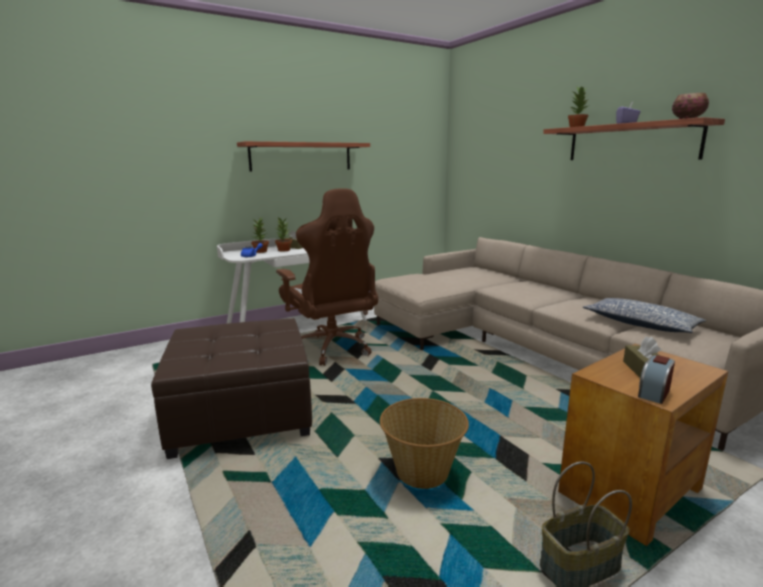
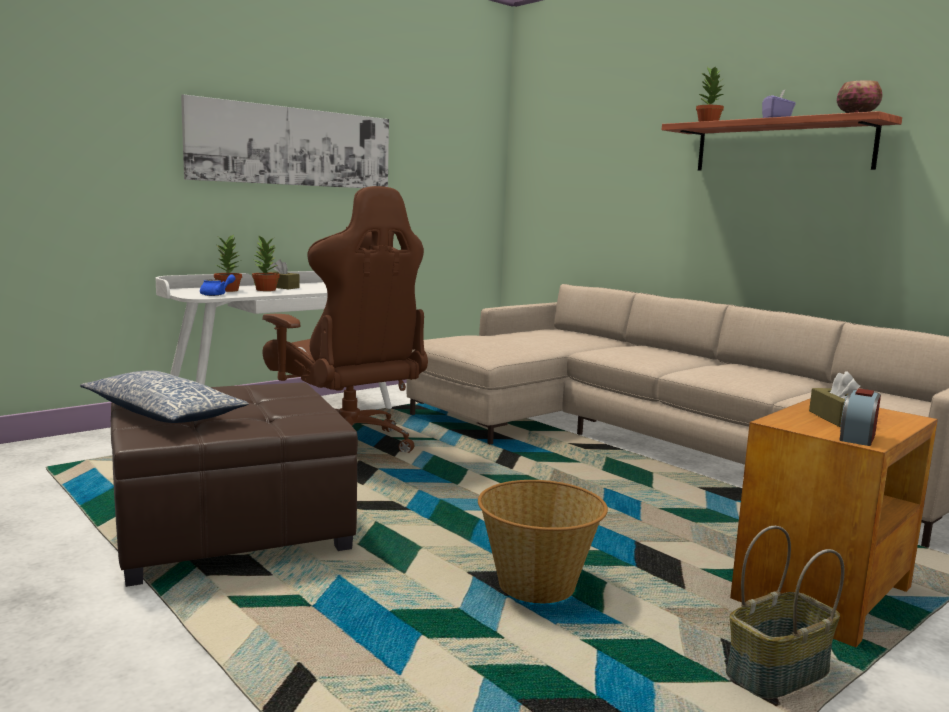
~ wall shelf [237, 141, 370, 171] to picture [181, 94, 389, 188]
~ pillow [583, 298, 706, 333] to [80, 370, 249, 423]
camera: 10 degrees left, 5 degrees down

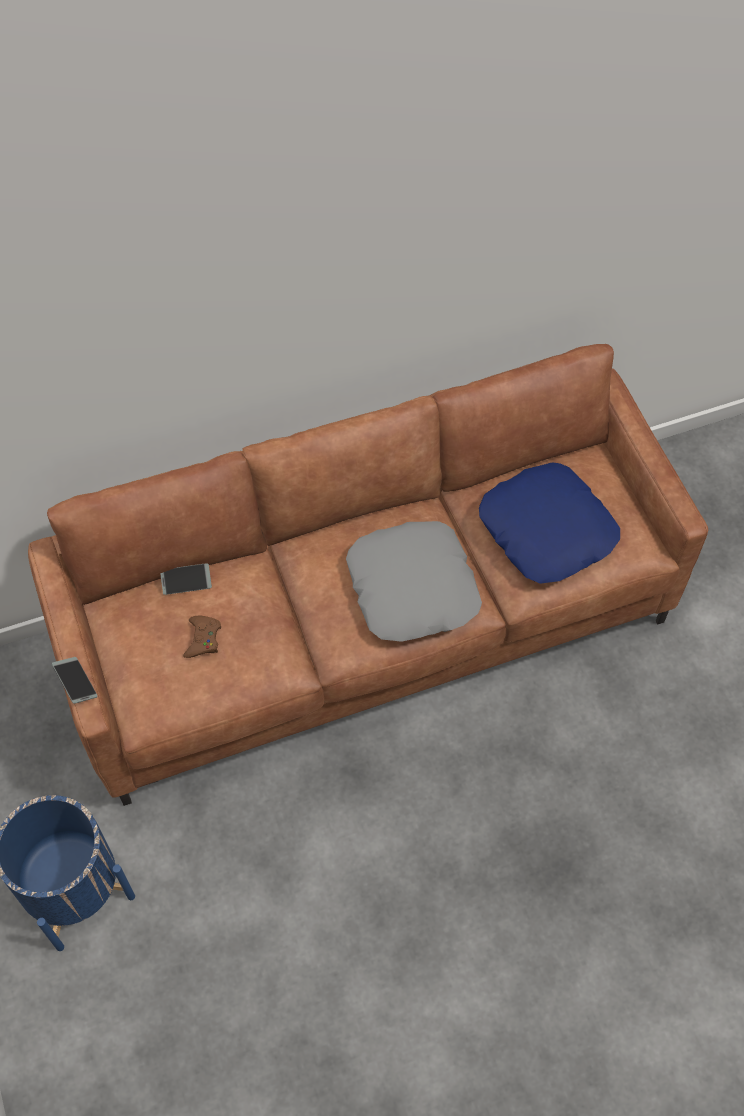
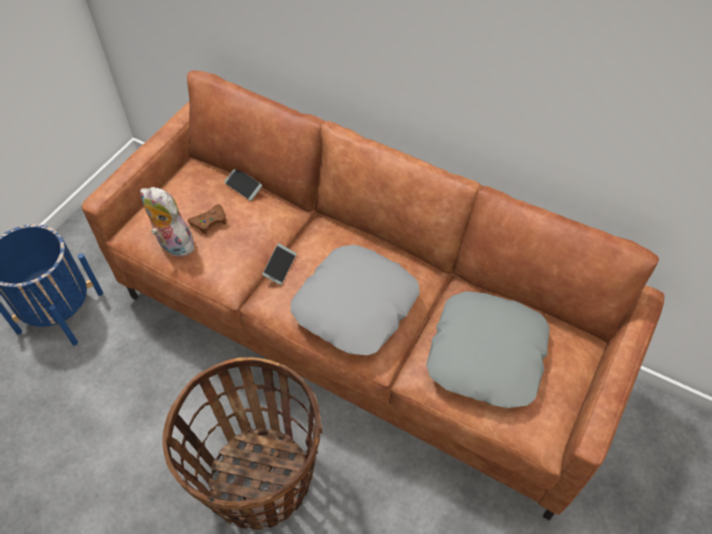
~ handset [52, 657, 97, 704] to [262, 243, 296, 285]
~ bluish pillow [479, 462, 620, 584] to gray pillow [426, 291, 550, 408]
+ plush toy [140, 187, 196, 257]
+ storage basket [162, 357, 322, 530]
camera: 50 degrees right, 5 degrees down

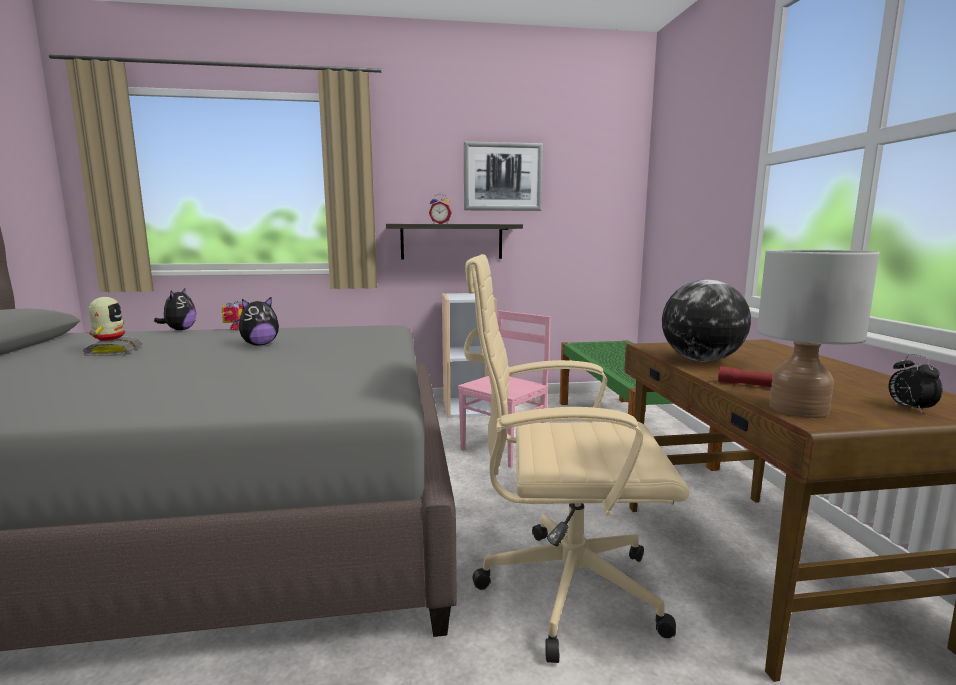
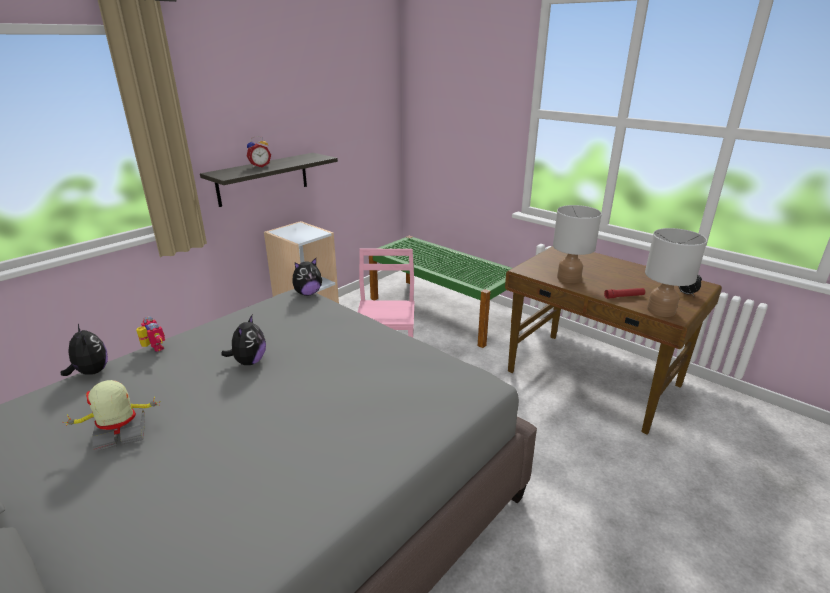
~ robot figure [83, 297, 143, 356] = [62, 380, 160, 452] 60 degrees counterclockwise
- picture [464, 141, 543, 211]
- sand-coloured office chair [464, 254, 690, 663]
~ globe [662, 280, 751, 362] to gray lamp for a table [553, 205, 602, 283]
+ plush toy [292, 258, 322, 296]
camera: 40 degrees left, 15 degrees up

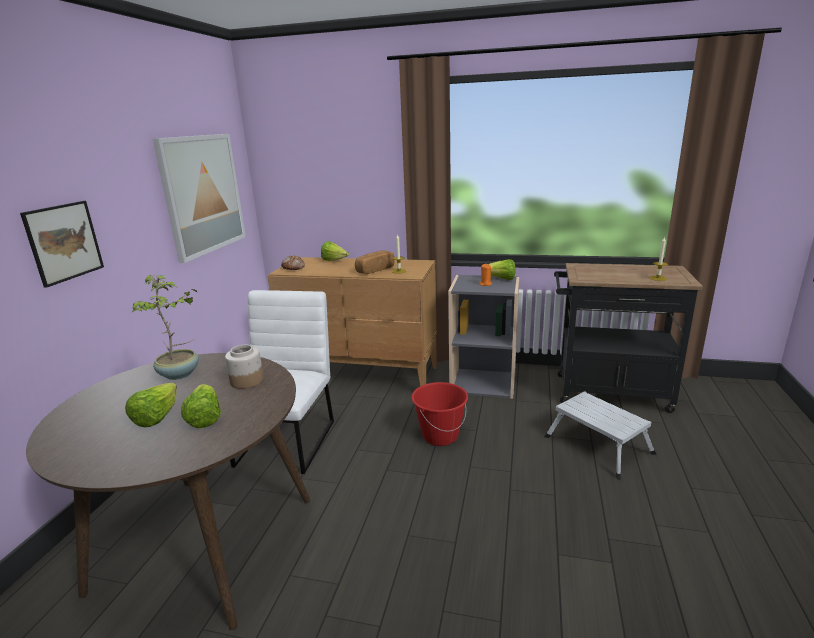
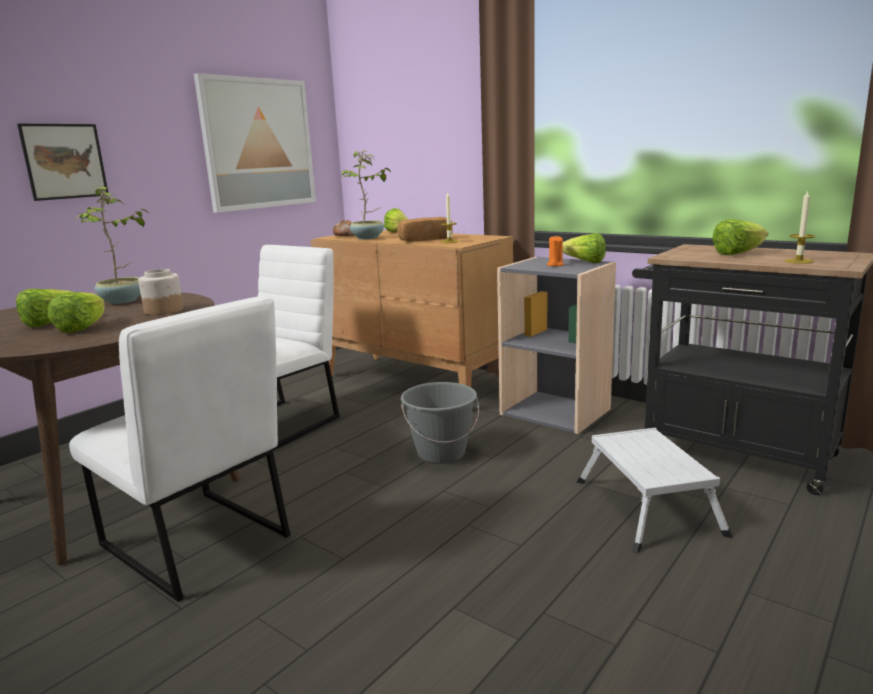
~ red-coloured pail [411, 382, 468, 446] to gray pail [401, 382, 479, 464]
+ white-coloured upright chair [69, 296, 290, 602]
+ plant in a pot [341, 150, 391, 239]
+ lettuce [712, 219, 768, 255]
camera: 25 degrees right, 5 degrees down

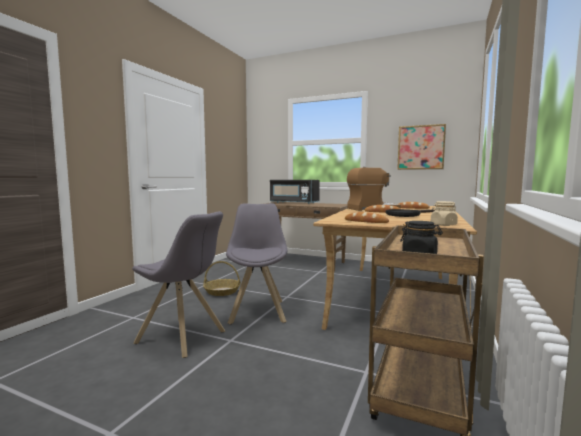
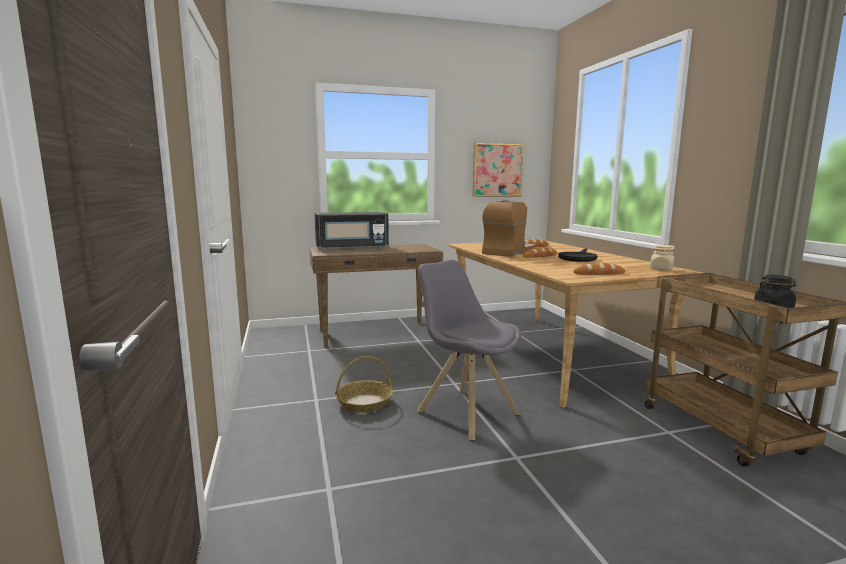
- gray upright chair [132, 211, 225, 358]
camera: 40 degrees left, 5 degrees up

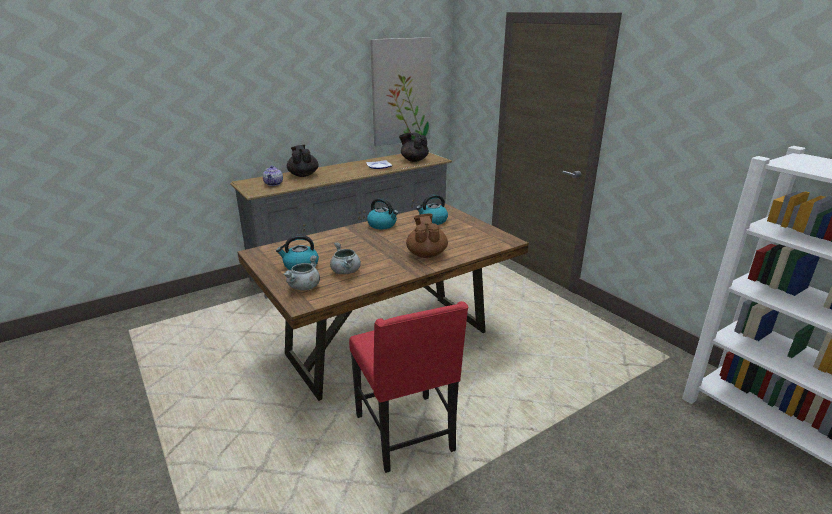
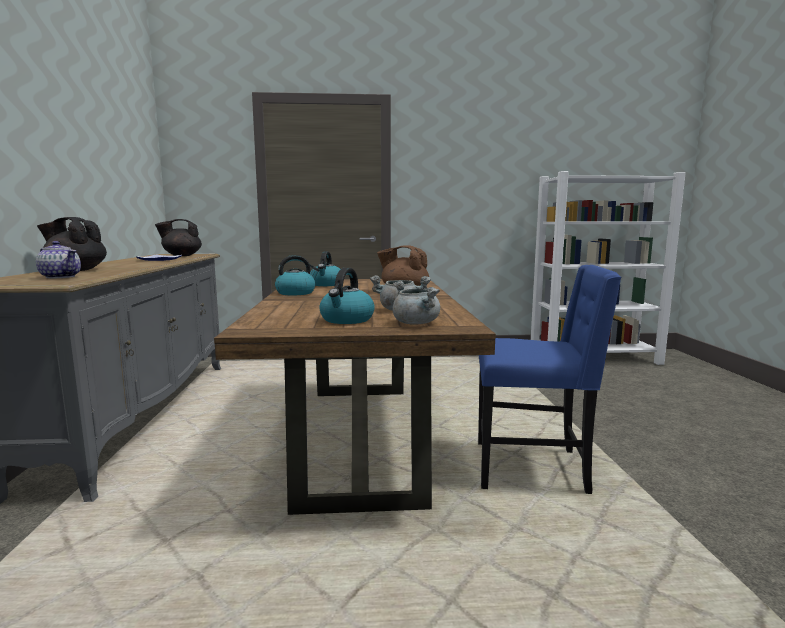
~ red-coloured upright chair [349, 301, 468, 473] to bluish upright chair [478, 265, 622, 494]
- picture [370, 37, 431, 147]
camera: 60 degrees left, 15 degrees down

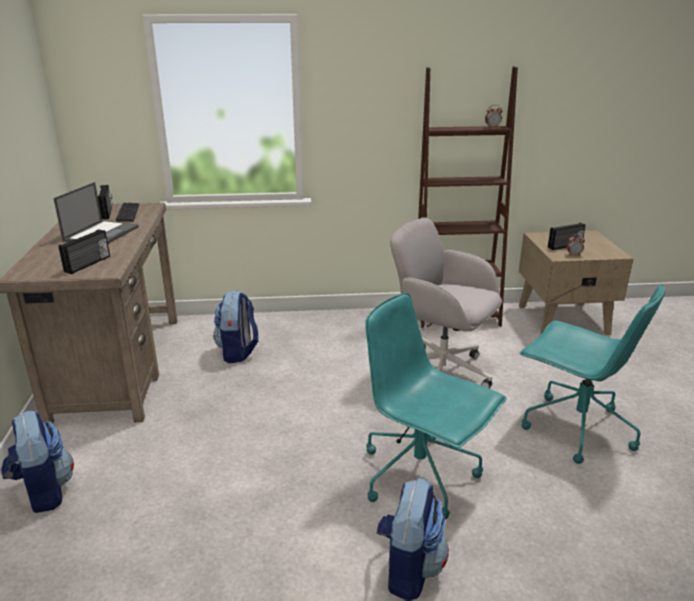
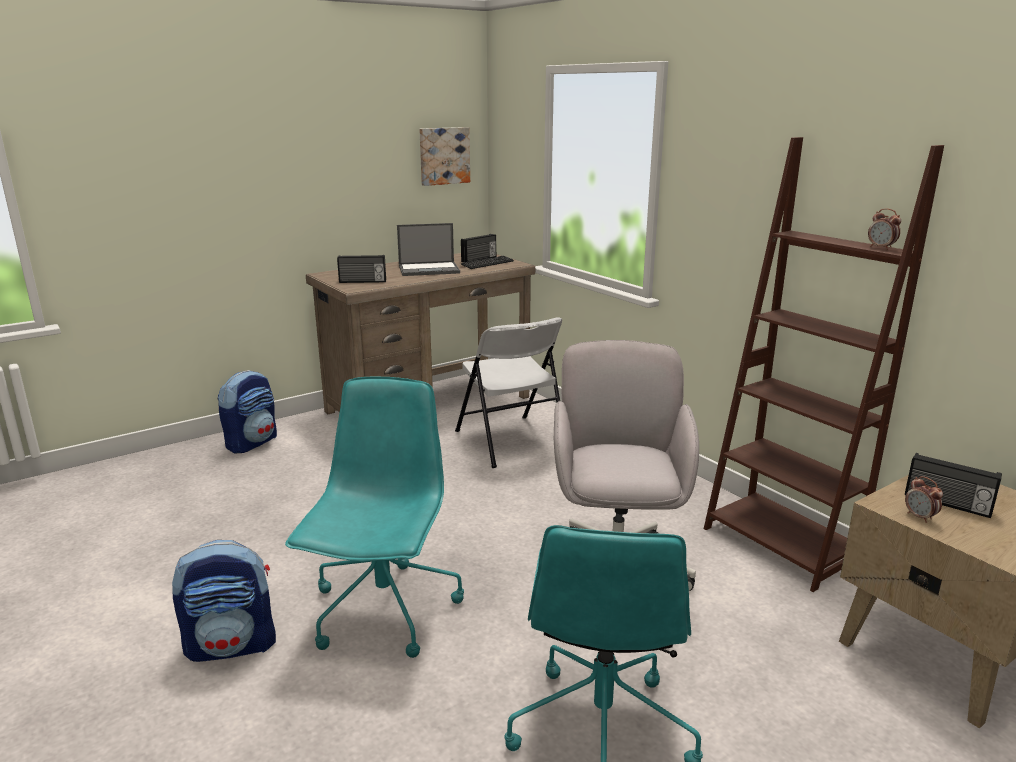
~ knapsack [213, 290, 258, 363] to white-coloured upright chair [455, 317, 562, 468]
+ picture [419, 127, 470, 186]
camera: 60 degrees right, 5 degrees down

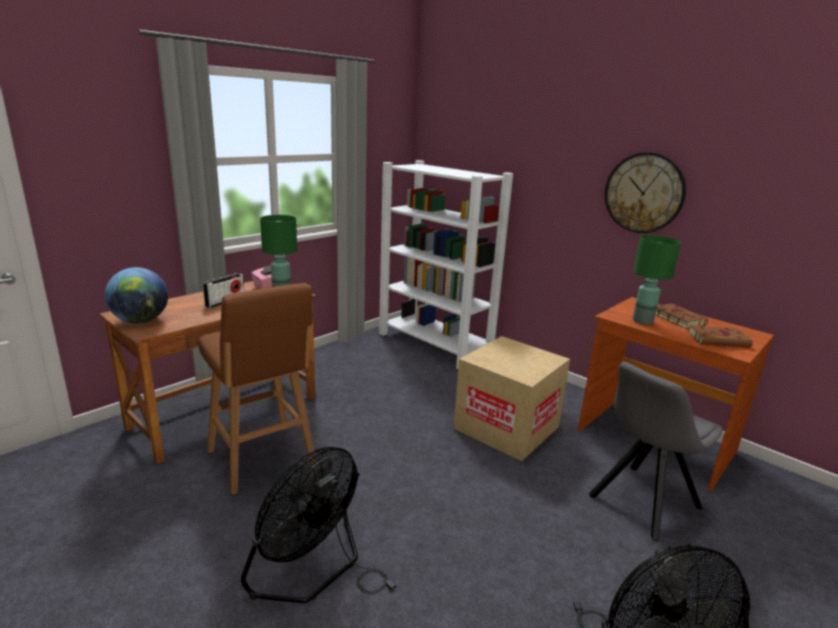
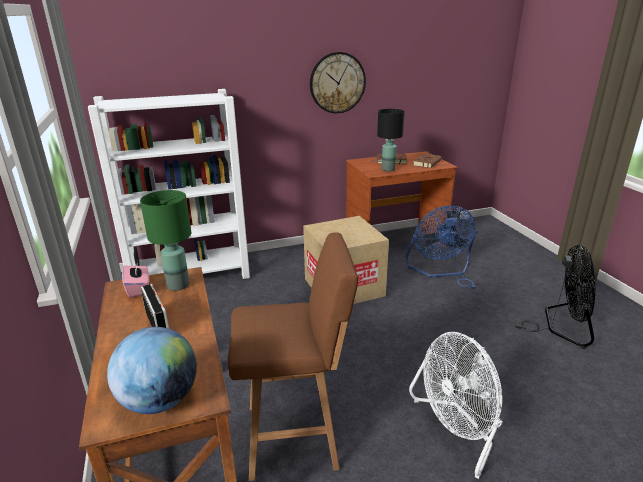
~ black fan [241, 447, 396, 603] to white-coloured fan [409, 332, 503, 479]
~ gray upright chair [589, 362, 723, 541] to bluish fan [406, 206, 477, 289]
~ greenish lamp for a table [633, 235, 681, 325] to black lamp for a table [377, 109, 405, 171]
camera: 60 degrees left, 5 degrees up

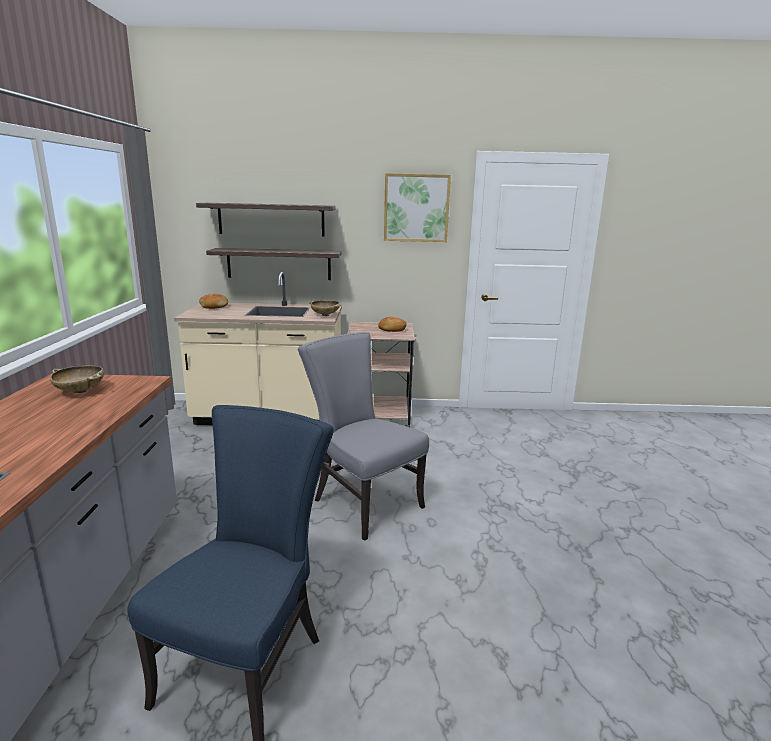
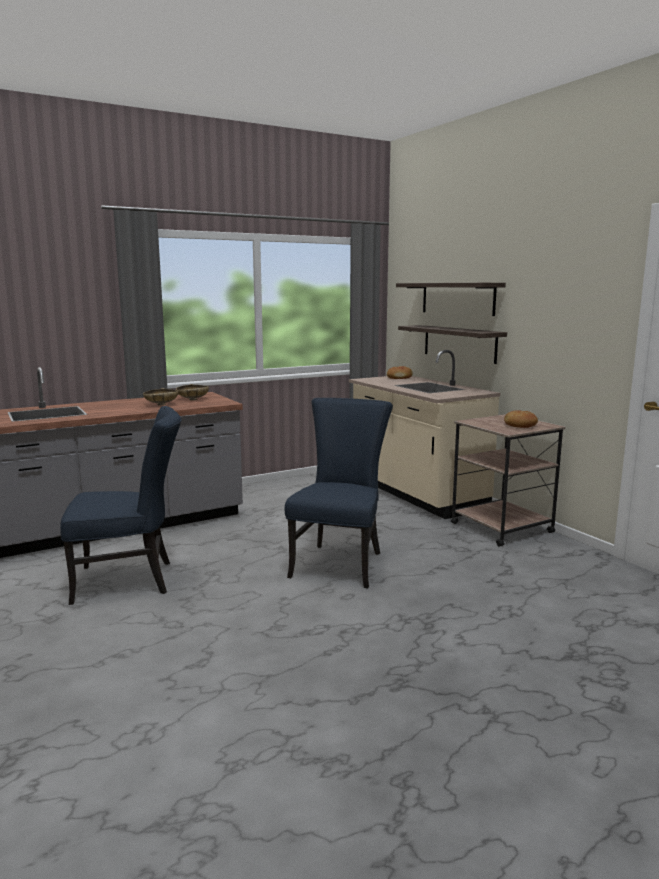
~ gray upright chair [298, 332, 429, 541] to bluish upright chair [284, 398, 393, 588]
~ sand-coloured serving bowl [309, 301, 342, 316] to [143, 388, 178, 405]
- picture [384, 173, 451, 242]
camera: 60 degrees right, 5 degrees down

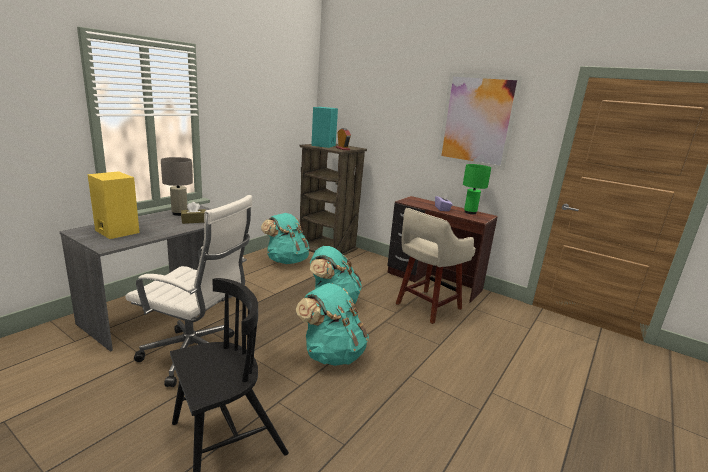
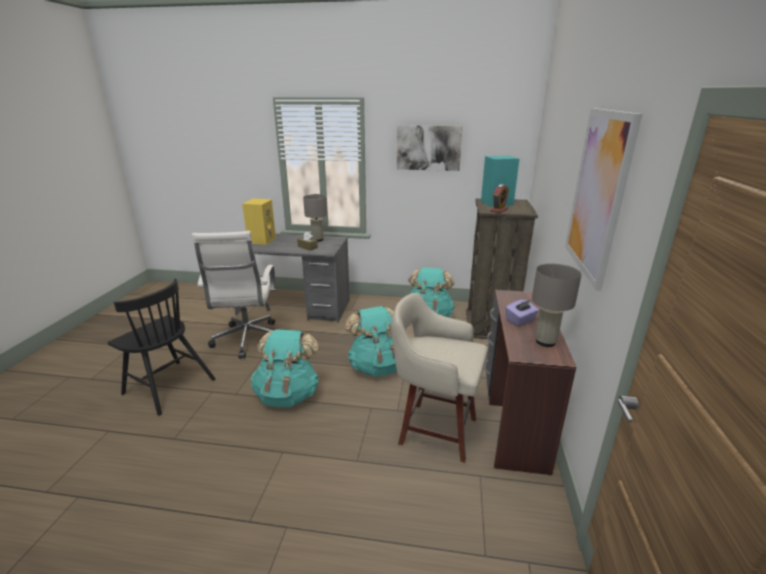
~ greenish lamp for a table [463, 164, 491, 214] to gray lamp for a table [532, 263, 581, 347]
+ picture [397, 125, 463, 171]
camera: 65 degrees right, 5 degrees up

